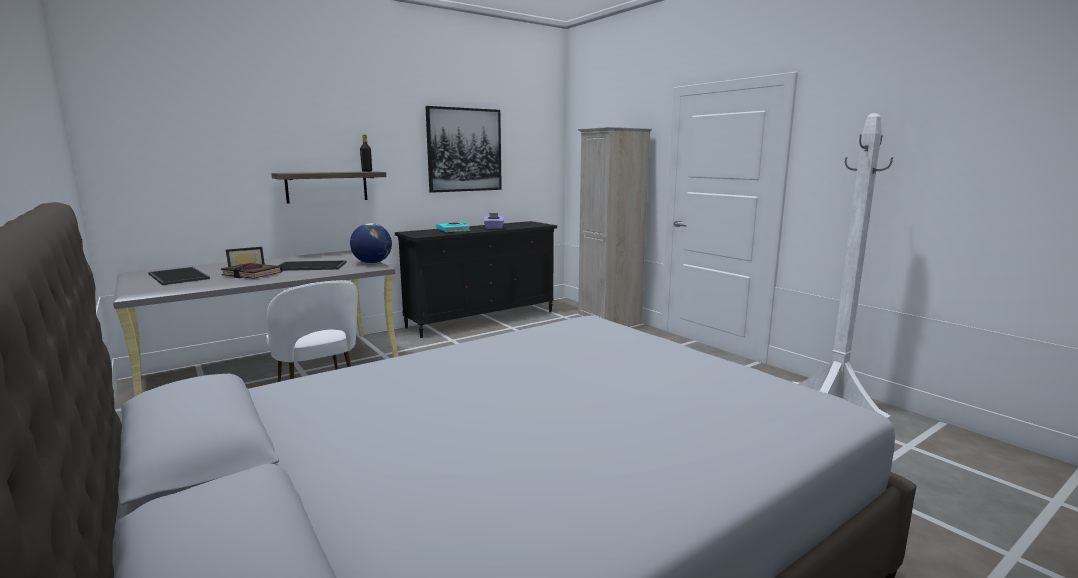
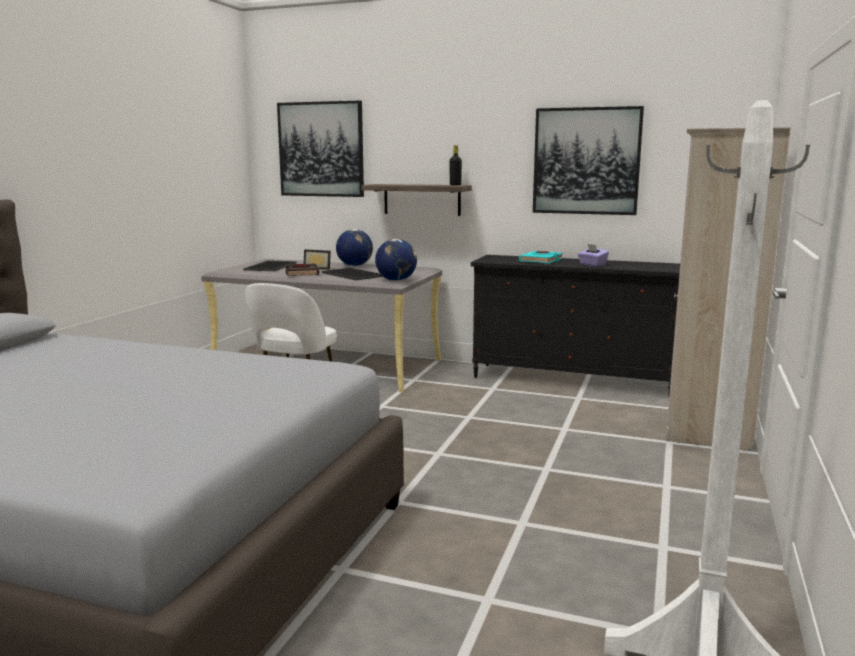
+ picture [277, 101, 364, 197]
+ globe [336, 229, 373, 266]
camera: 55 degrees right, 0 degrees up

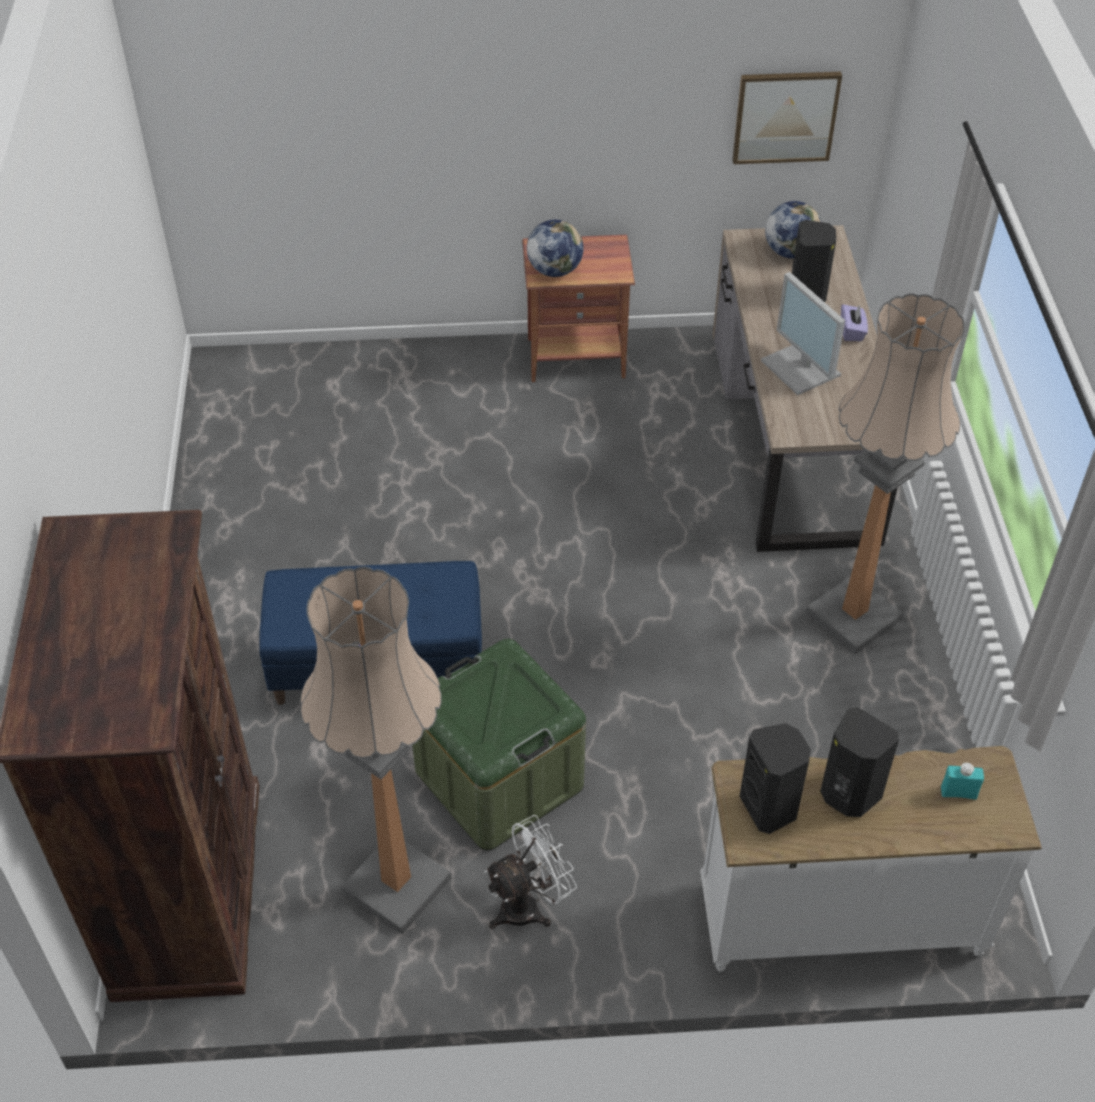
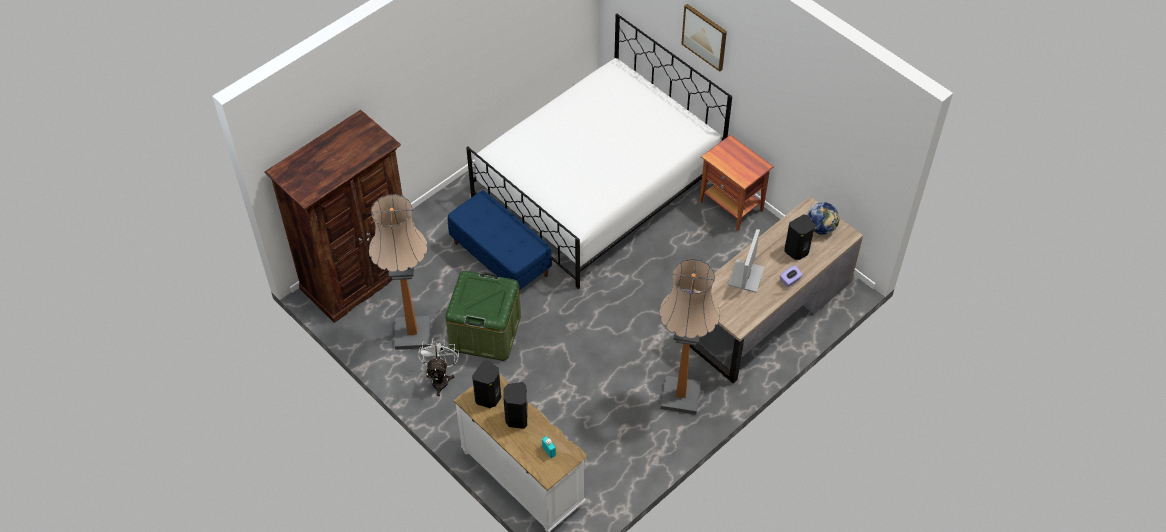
~ white-coloured fan [484, 815, 577, 929] = [418, 339, 459, 396] 105 degrees counterclockwise
- globe [527, 219, 584, 277]
~ picture [732, 72, 842, 164] to [681, 4, 727, 72]
+ white-coloured bed [466, 14, 732, 289]
camera: 50 degrees right, 5 degrees up

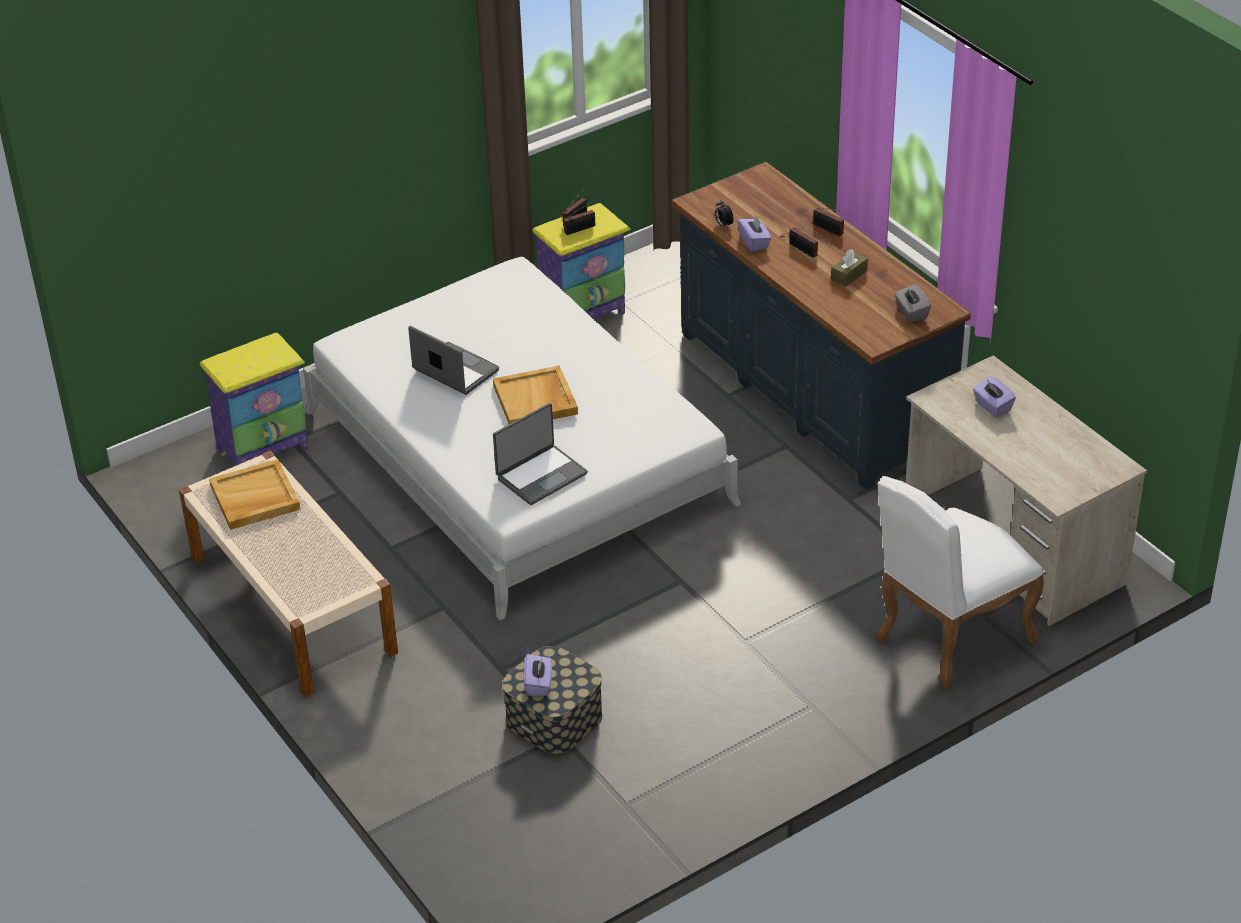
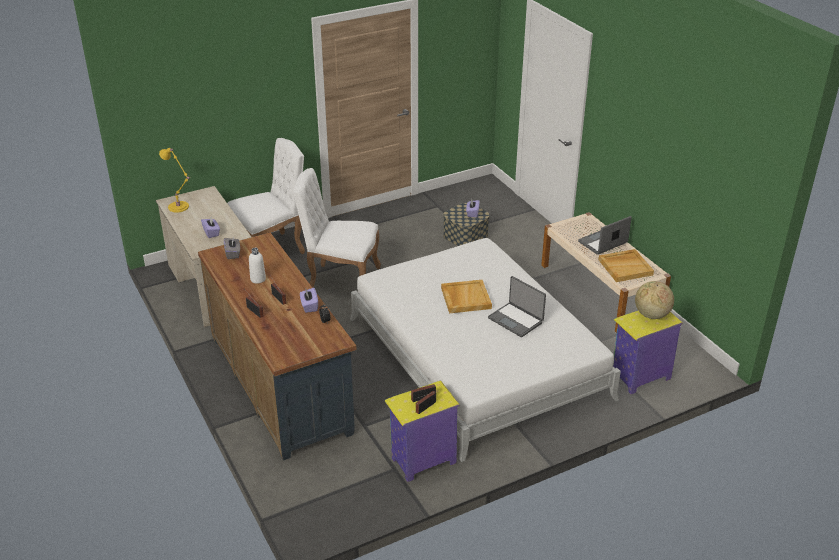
~ portable computer [493, 403, 588, 505] to [578, 216, 632, 255]
~ brown box of tissues [831, 249, 868, 287] to white-coloured bottle [249, 248, 266, 283]
+ yellowish lamp for a table [159, 148, 190, 213]
+ white-coloured upright chair [293, 168, 381, 288]
+ globe [635, 281, 674, 319]
camera: 175 degrees left, 5 degrees down

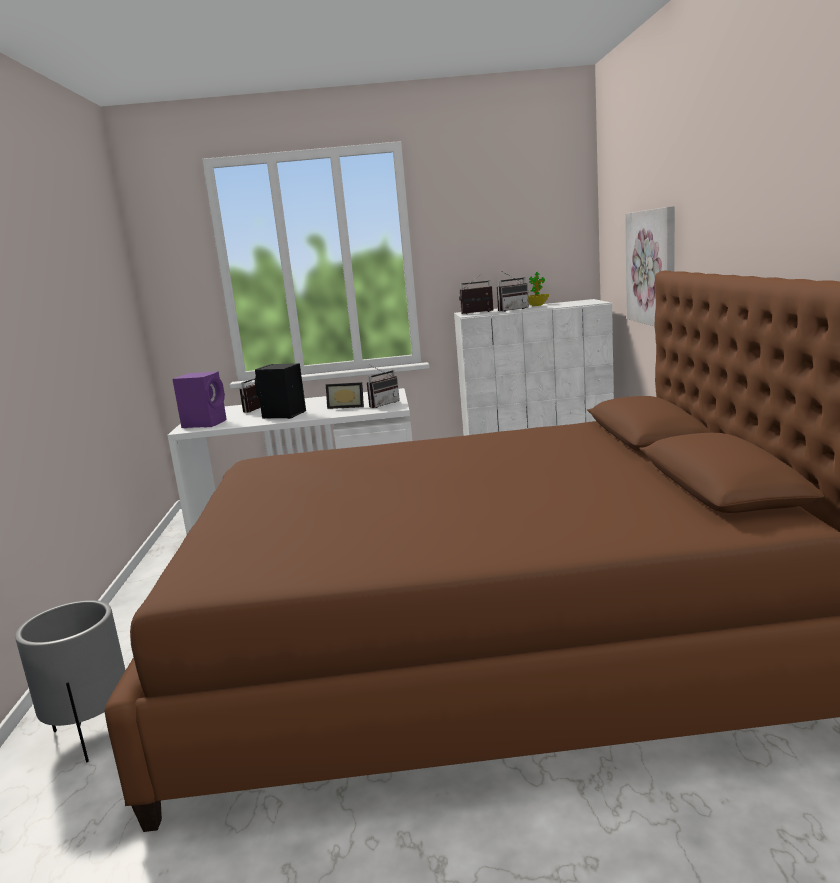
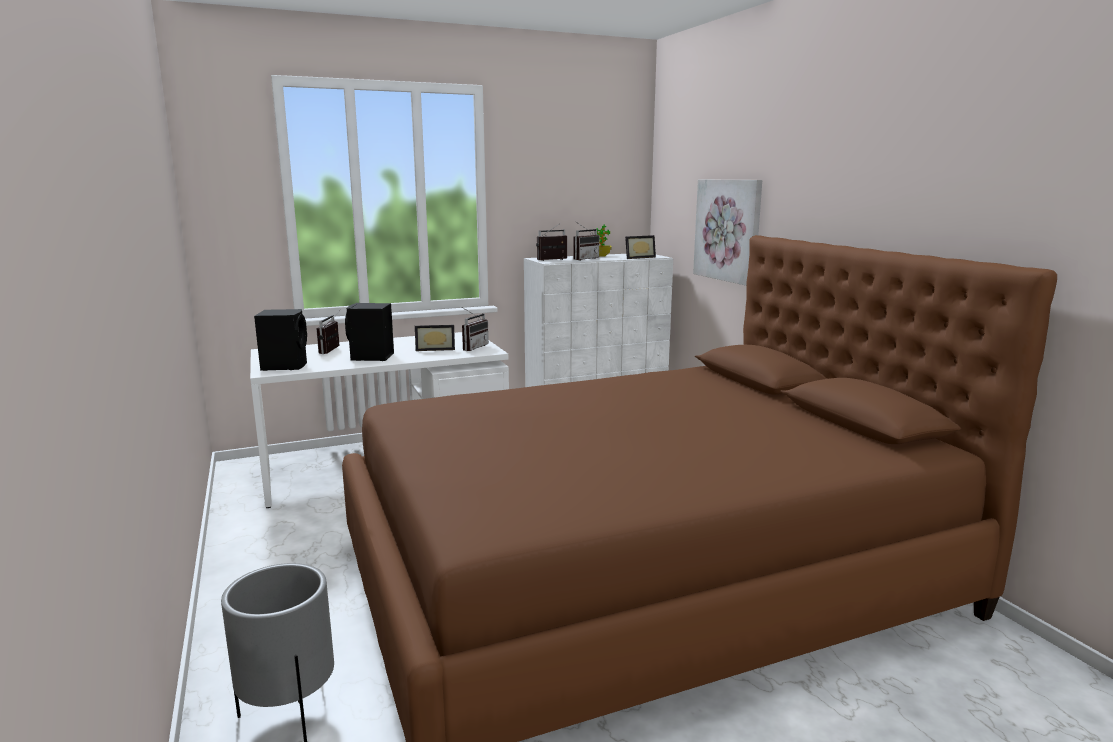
~ purplish speaker [172, 371, 227, 428] to black speaker [254, 309, 307, 371]
+ photo frame [625, 235, 656, 259]
camera: 20 degrees left, 0 degrees up

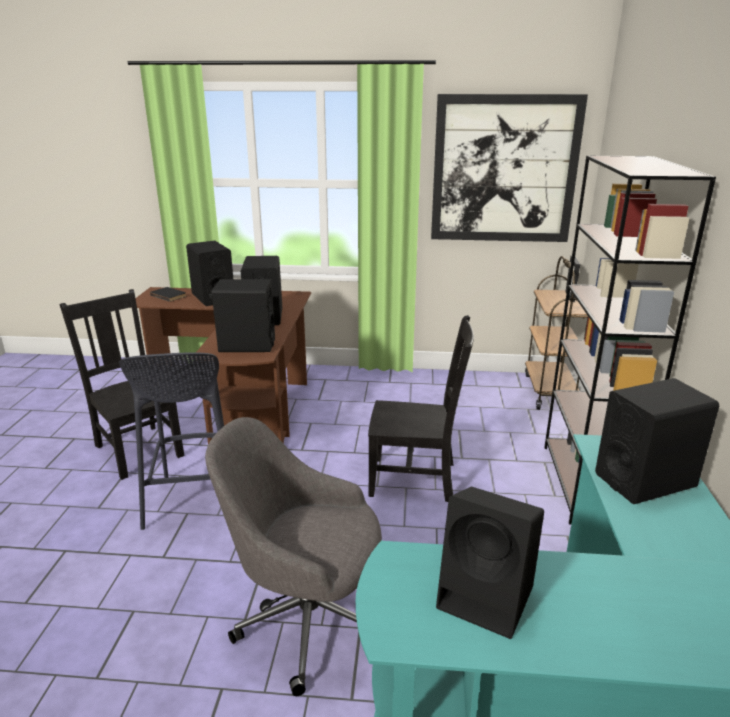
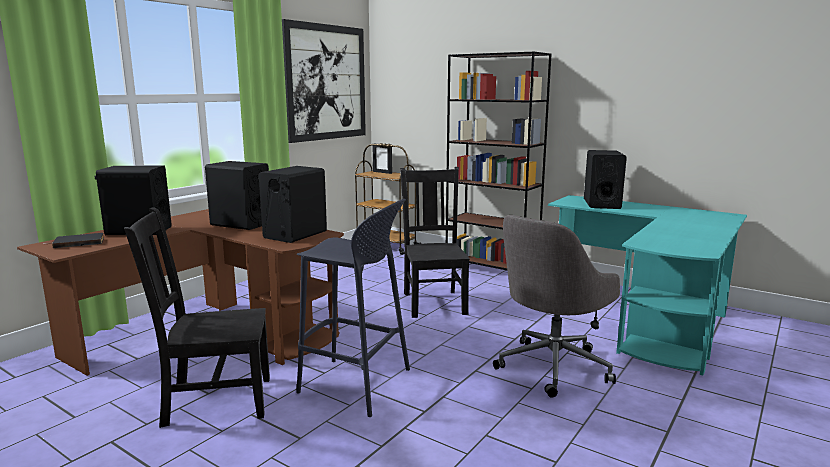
~ black upright chair [368, 315, 474, 502] = [400, 167, 470, 318] 45 degrees counterclockwise
- black speaker [436, 487, 544, 639]
camera: 60 degrees left, 10 degrees down

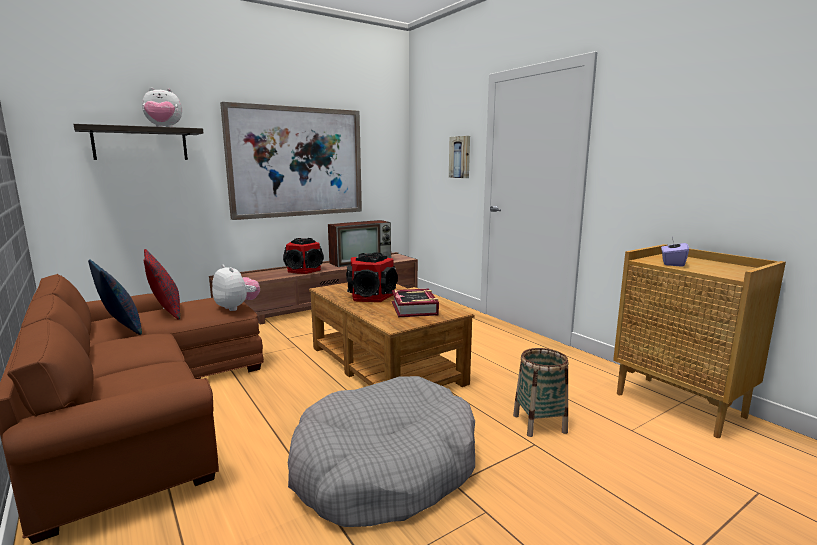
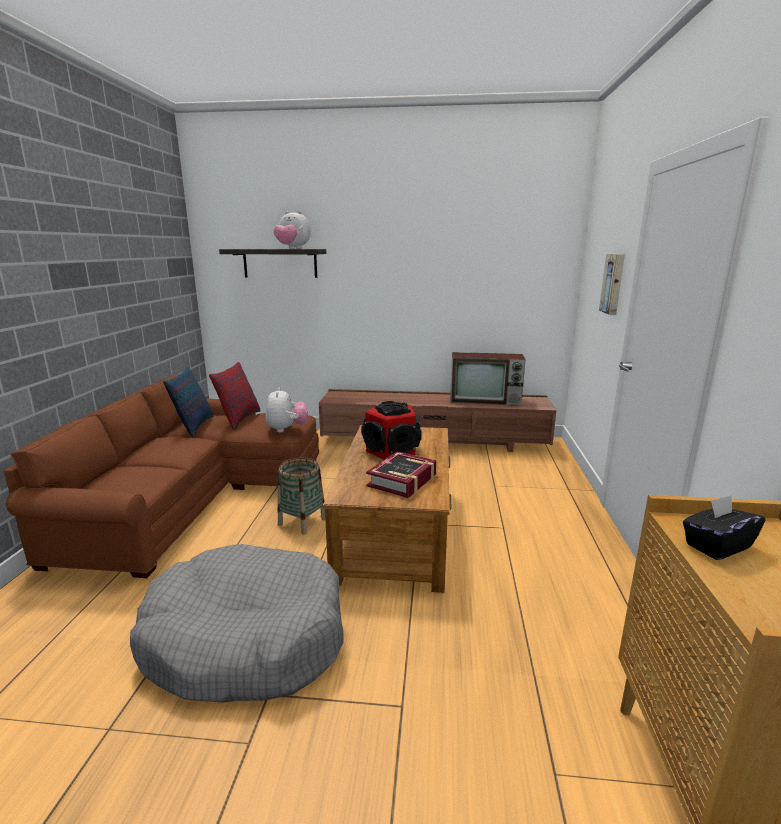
- picture [220, 102, 362, 220]
- speaker [283, 238, 324, 274]
~ storage basket [513, 348, 569, 437] to [278, 458, 326, 534]
~ purplish box of tissues [661, 237, 689, 267] to black box of tissues [683, 495, 765, 560]
camera: 40 degrees right, 5 degrees up

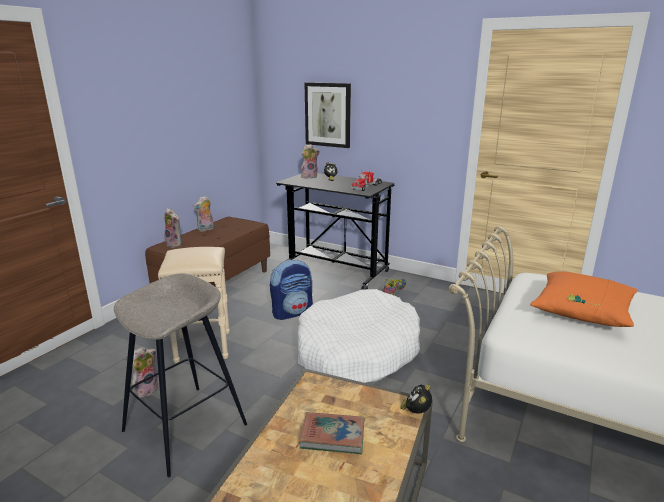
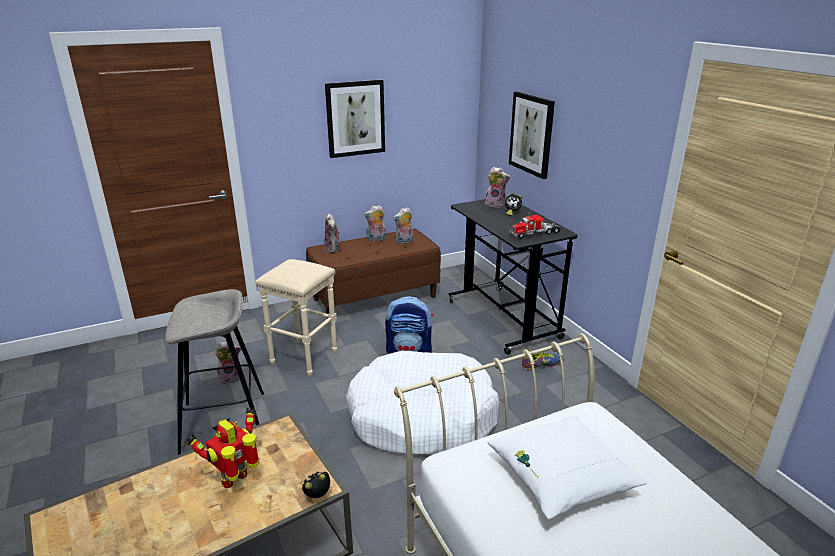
~ book [299, 412, 364, 454] to robot figure [187, 408, 260, 488]
~ orange pillow [530, 271, 637, 327] to white-coloured pillow [487, 415, 647, 520]
+ picture [325, 80, 385, 158]
+ plush toy [393, 207, 413, 244]
camera: 35 degrees right, 5 degrees up

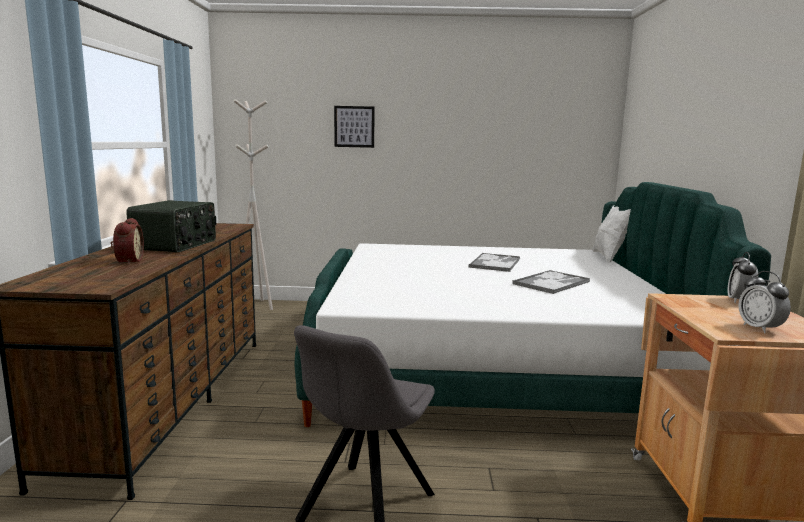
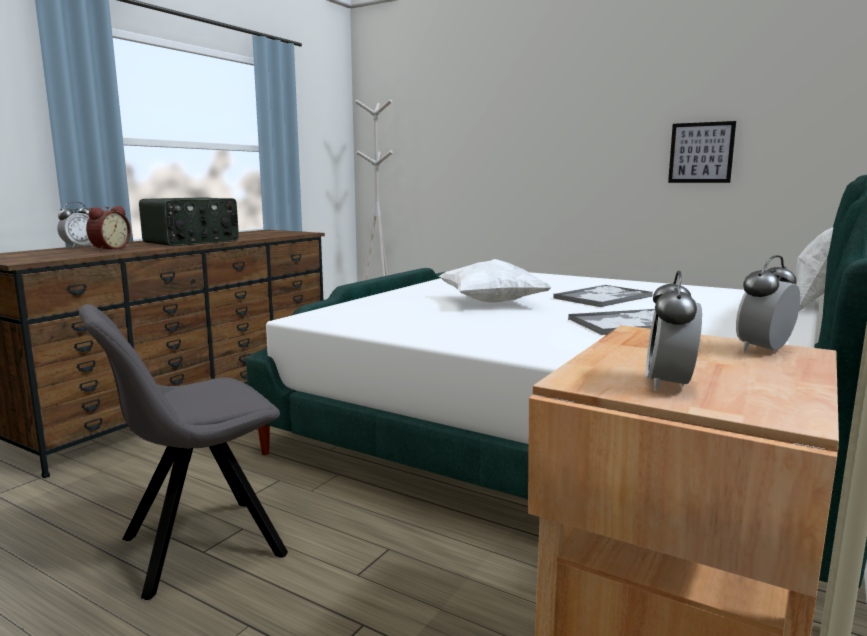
~ picture [334, 106, 375, 148] to [668, 121, 736, 183]
+ bedside clock [57, 202, 92, 248]
+ white-coloured pillow [439, 259, 552, 303]
camera: 30 degrees right, 0 degrees up

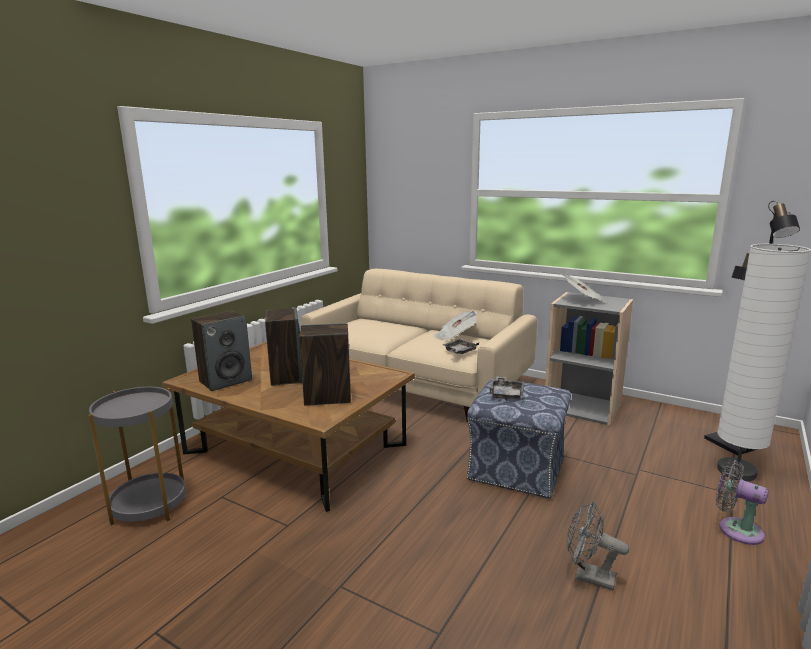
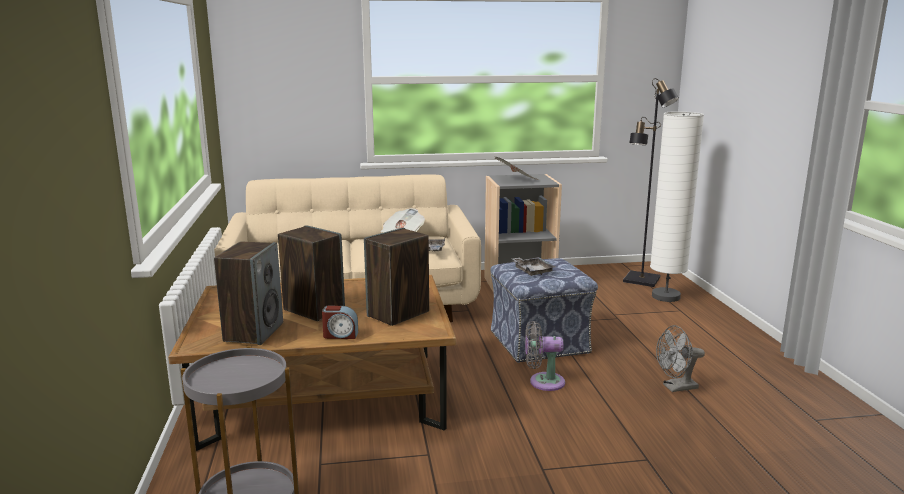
~ gray fan [716, 460, 769, 545] to [525, 321, 565, 391]
+ bedside clock [322, 306, 358, 339]
camera: 40 degrees left, 0 degrees up

